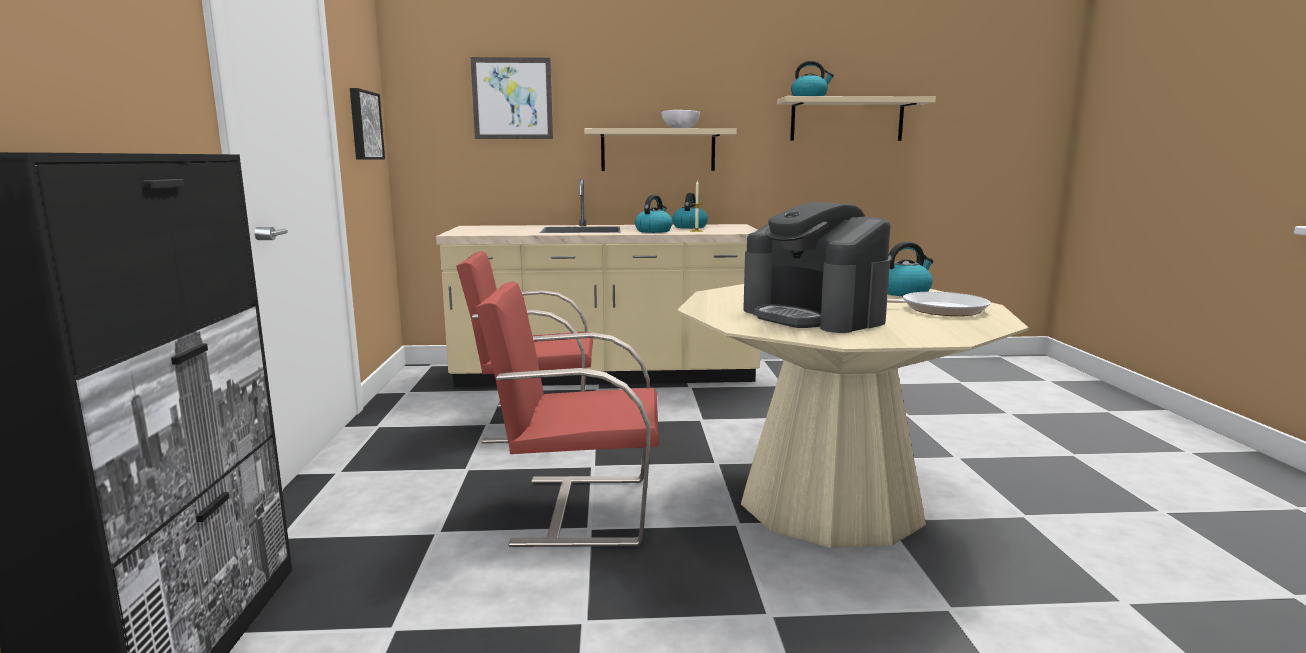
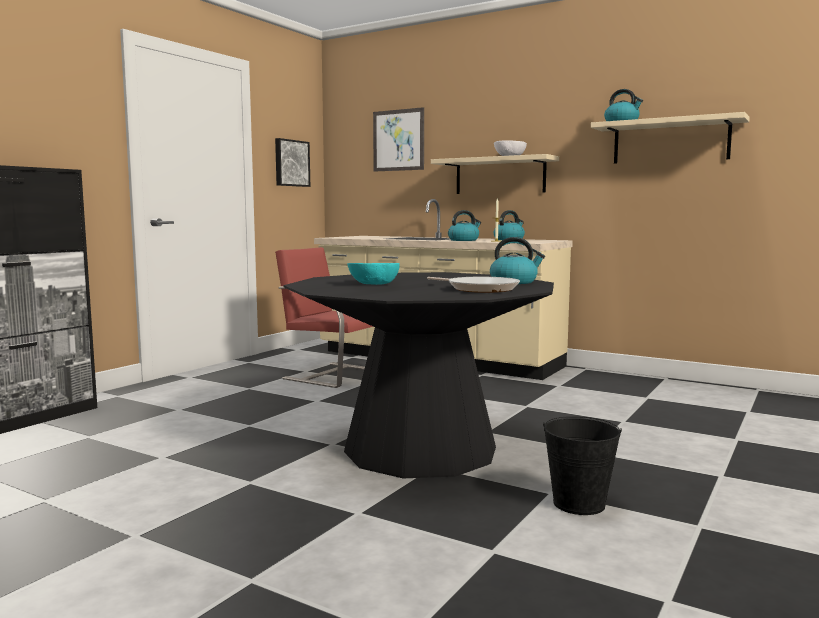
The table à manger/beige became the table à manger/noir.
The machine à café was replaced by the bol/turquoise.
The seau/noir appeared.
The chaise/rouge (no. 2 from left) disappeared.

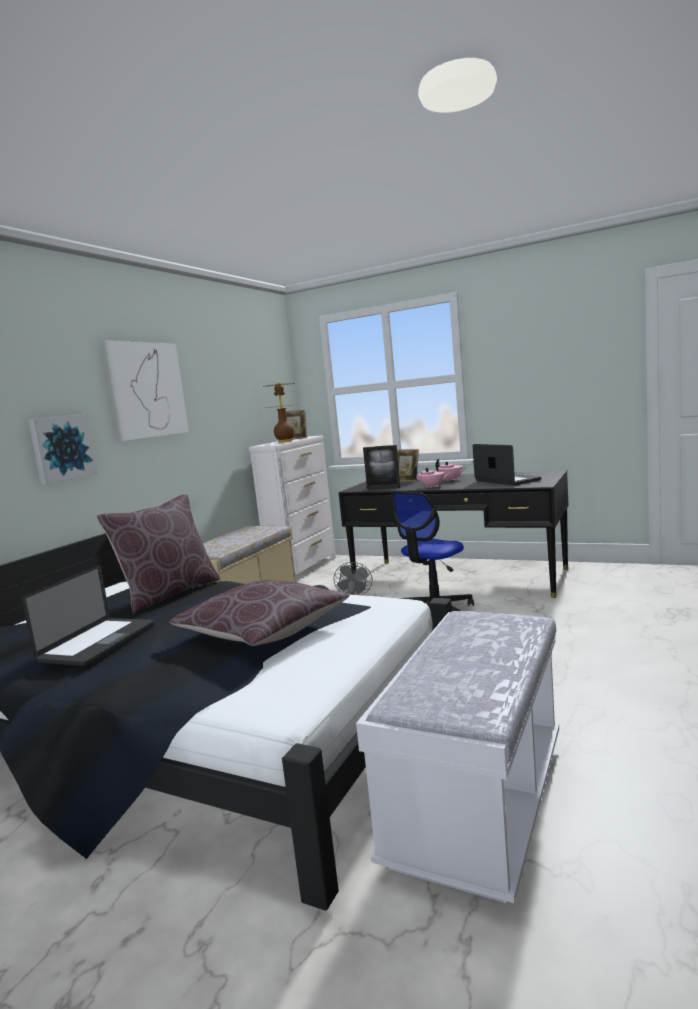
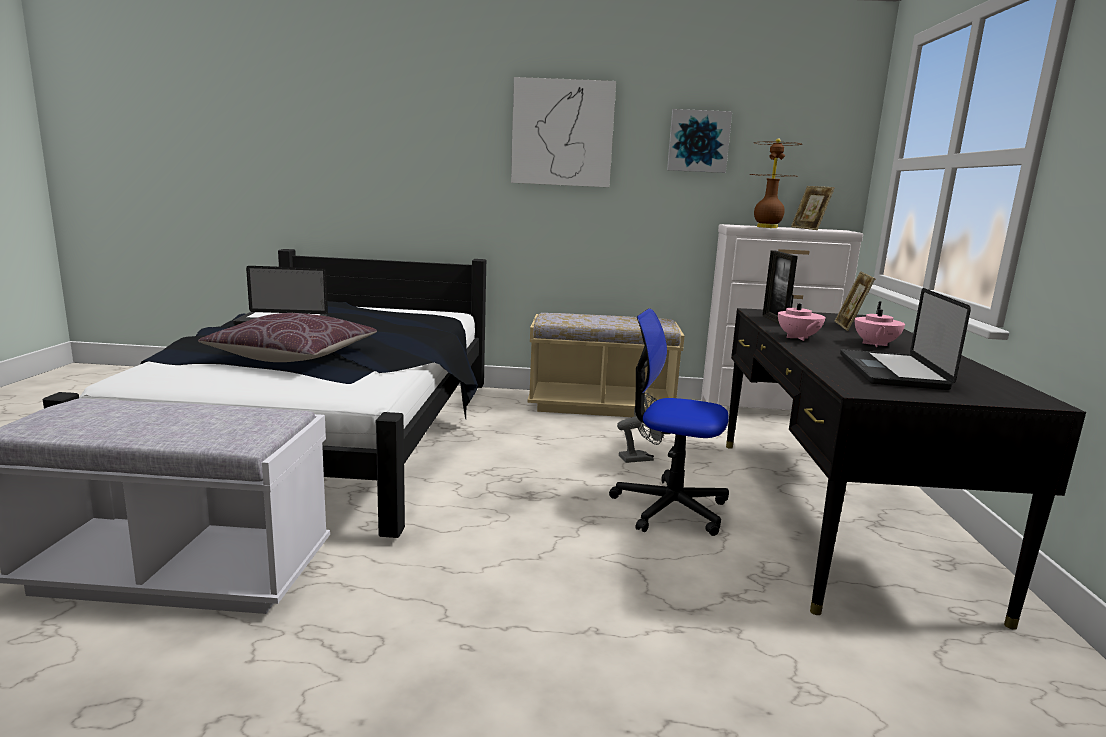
The tableau (no. 1 from left in the first image) moved.
The ordinateur portable (no. 2 from left) turned 150 degrees clockwise.
The coussin/marron (no. 1 from left) disappeared.

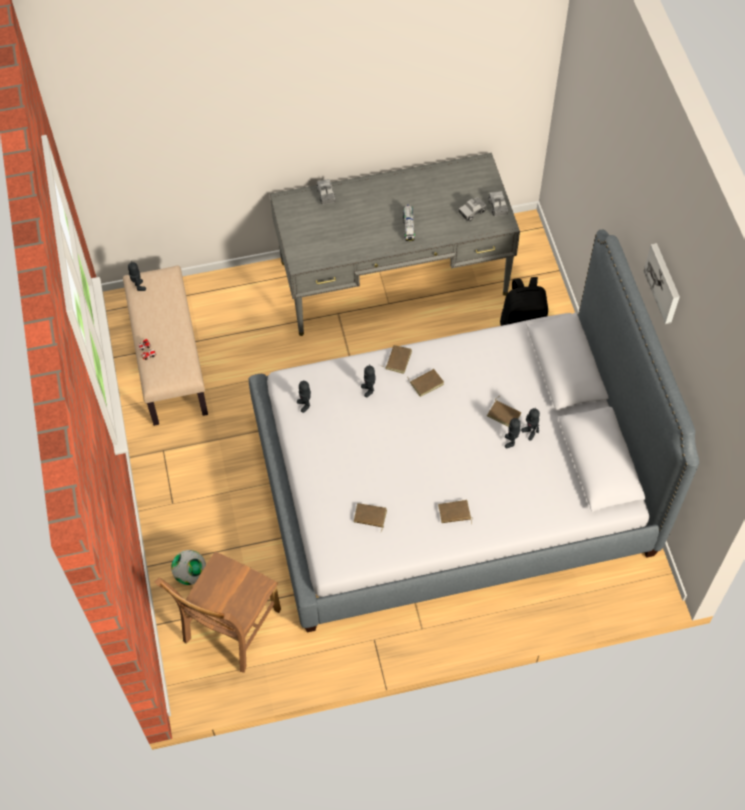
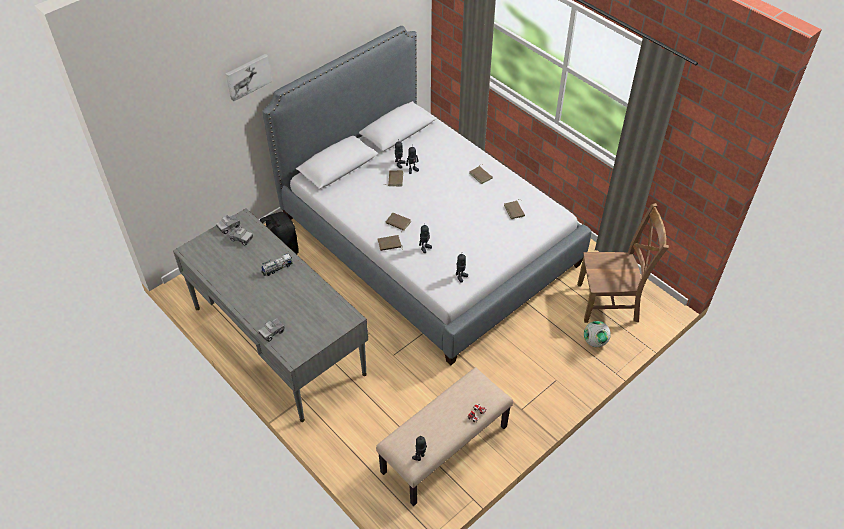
The tableau moved.

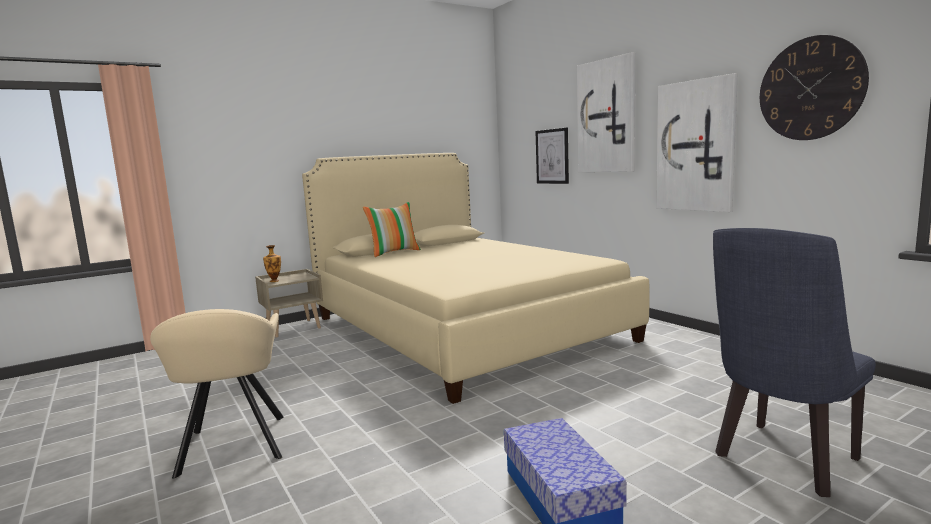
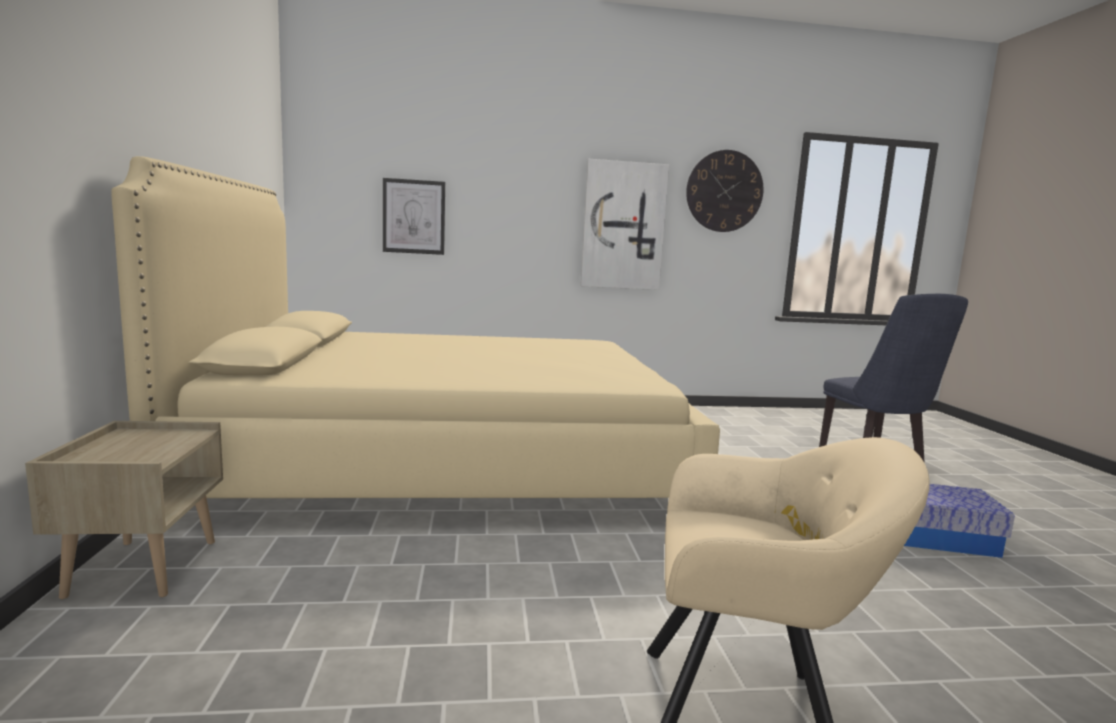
The vase disappeared.
The coussin disappeared.
The tableau (no. 2 from left) disappeared.

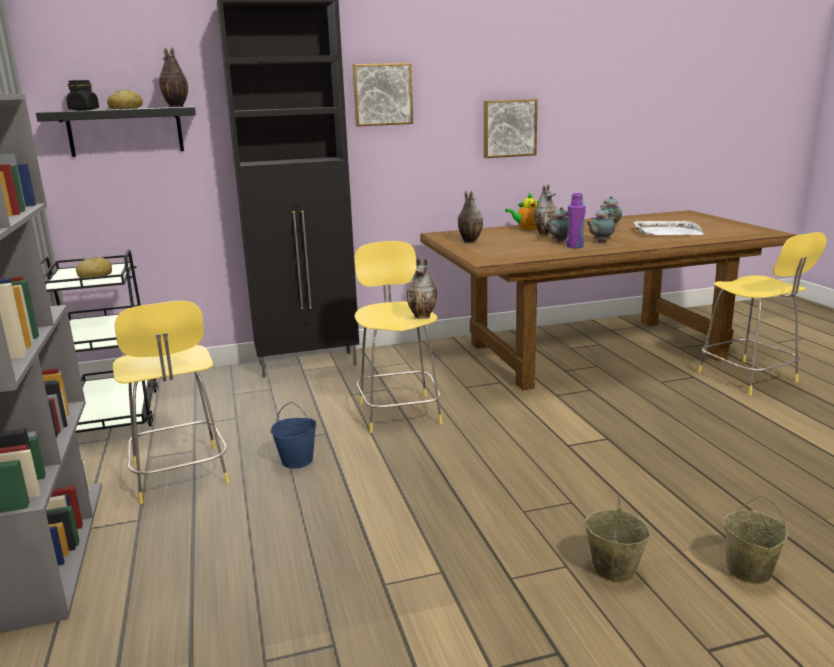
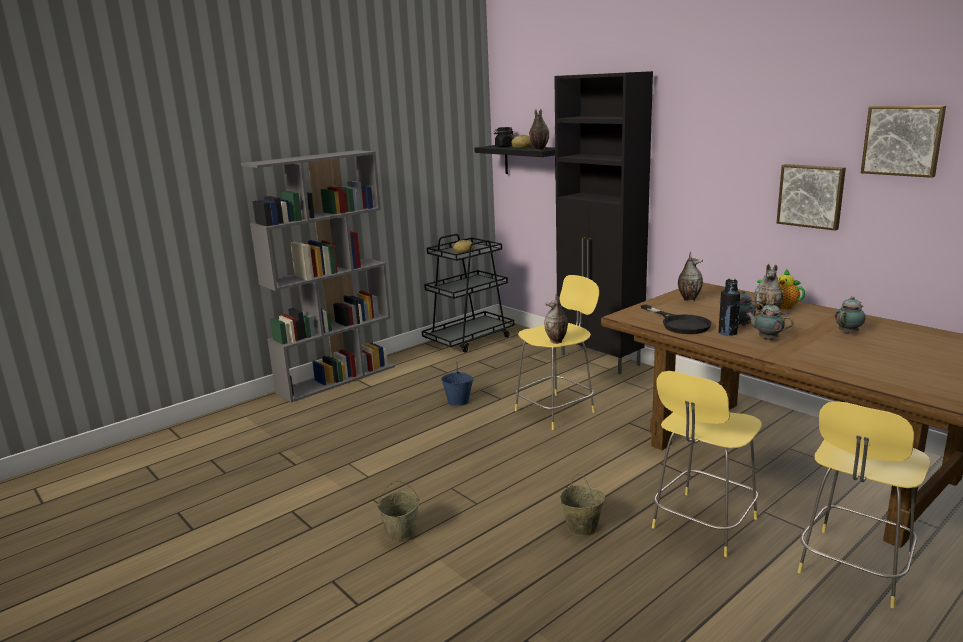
The seau/beige (no. 2 from left) moved.
The poêle/noir appeared.
The tabouret/jaune (no. 1 from left in the first image) moved.
The bouteille/violet became the bouteille/noir.
The tableau (no. 1 from left in the first image) moved.
The plateau/blanc disappeared.

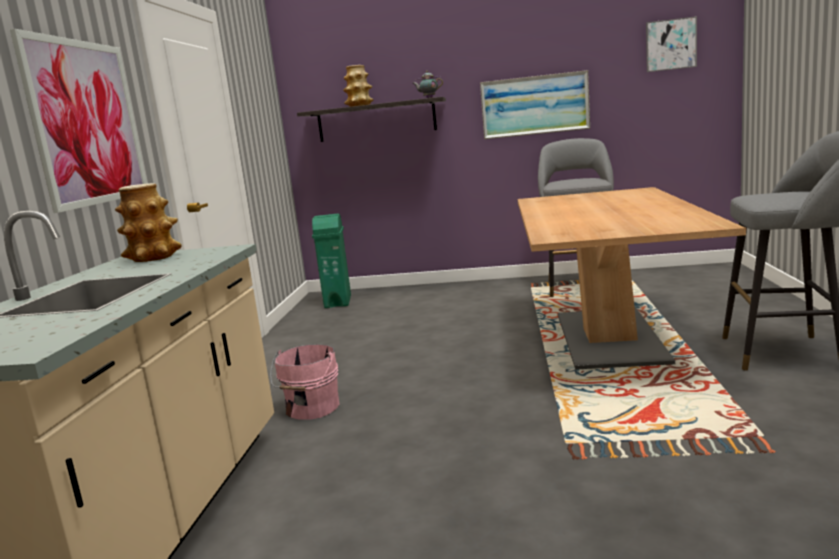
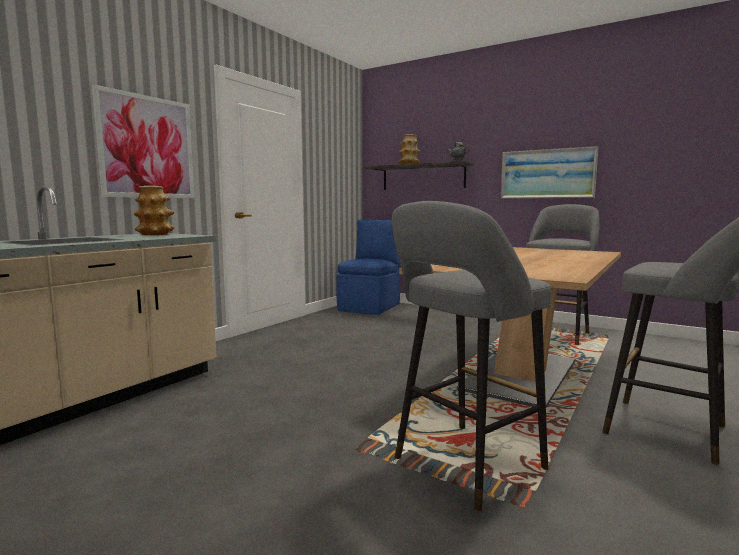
The poubelle/vert was replaced by the chaise/bleu.
The tabouret/gris (no. 1 from left) appeared.
The seau/rose disappeared.
The tableau (no. 3 from left) disappeared.

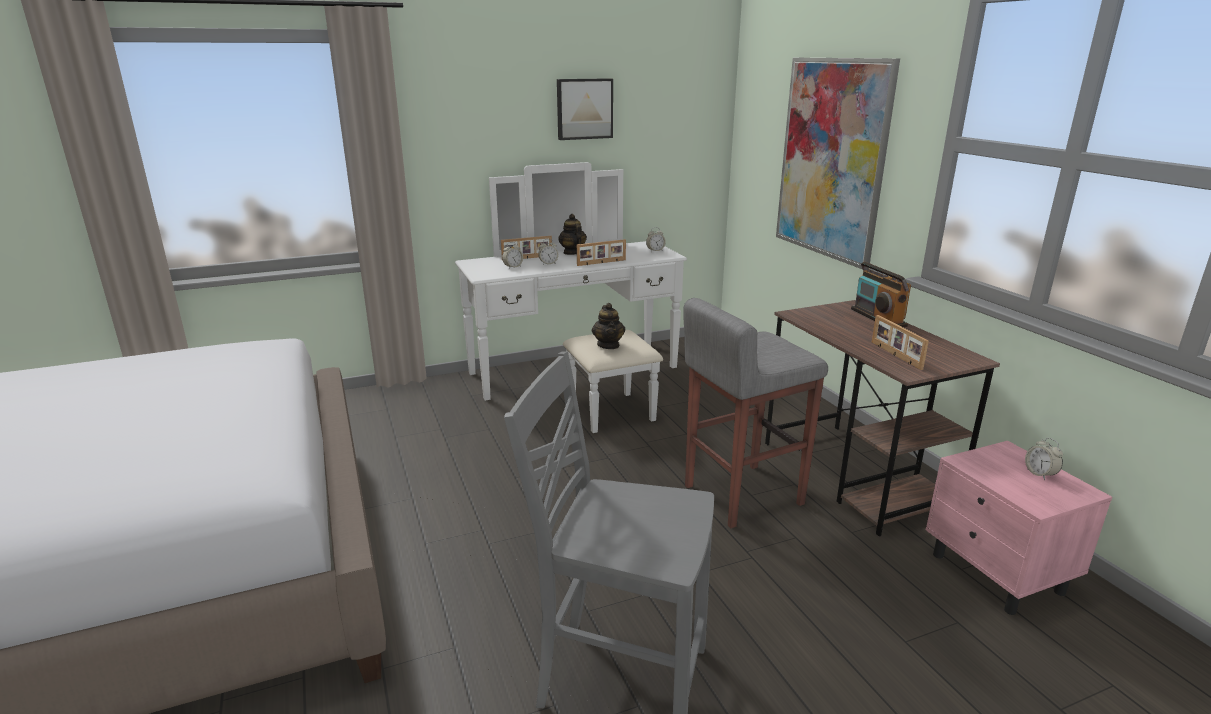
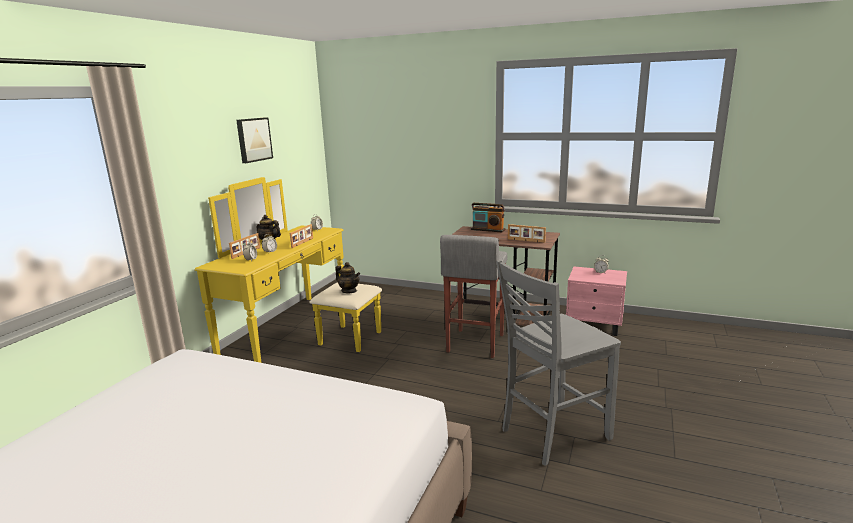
The commode/blanc became the commode/jaune.
The tableau (no. 2 from left) disappeared.

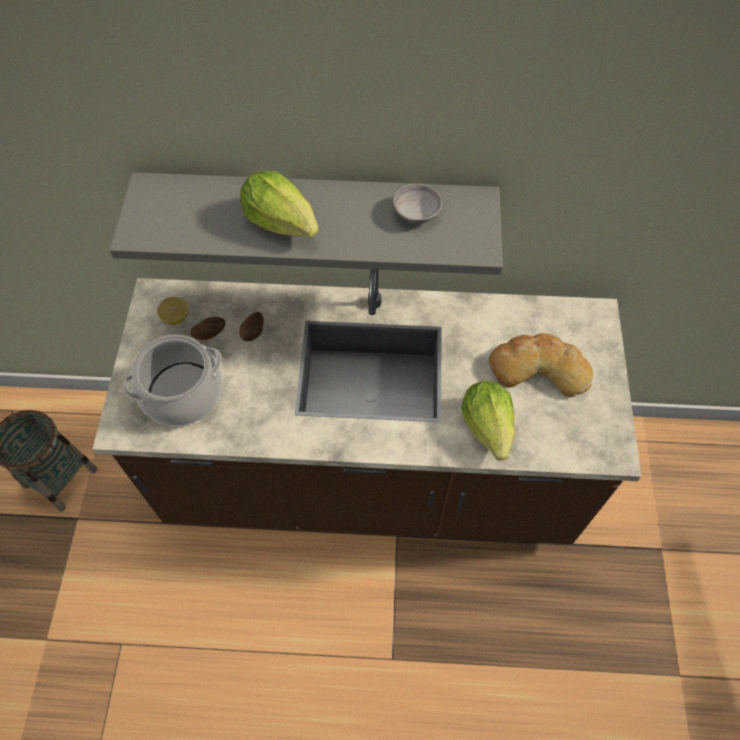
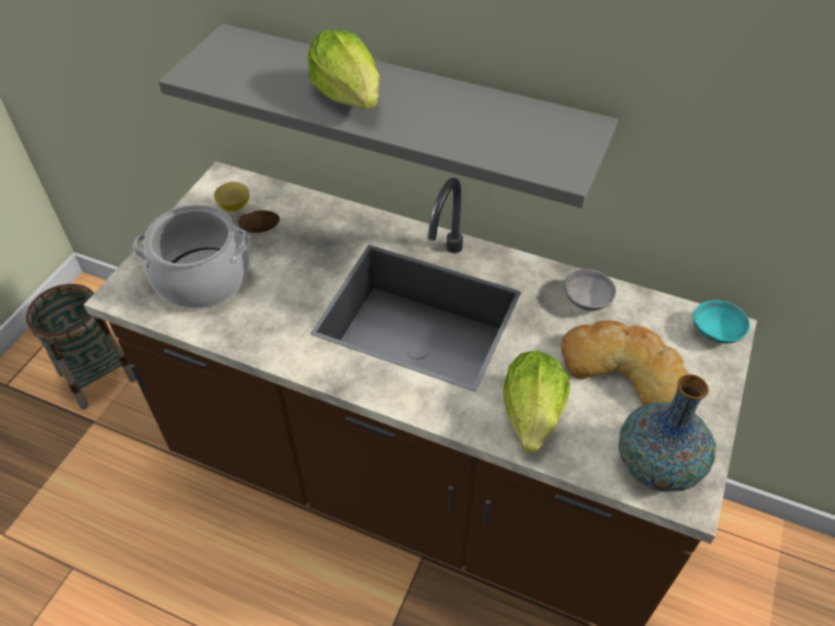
The bol/gris moved.
The vase appeared.
The bol/turquoise appeared.
The pomme de terre (no. 2 from left) disappeared.

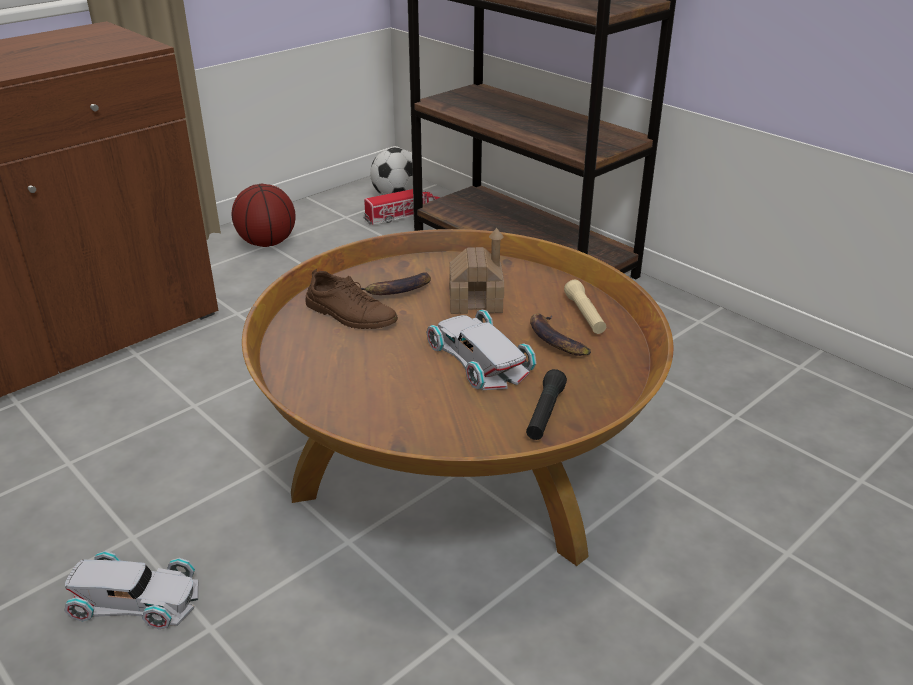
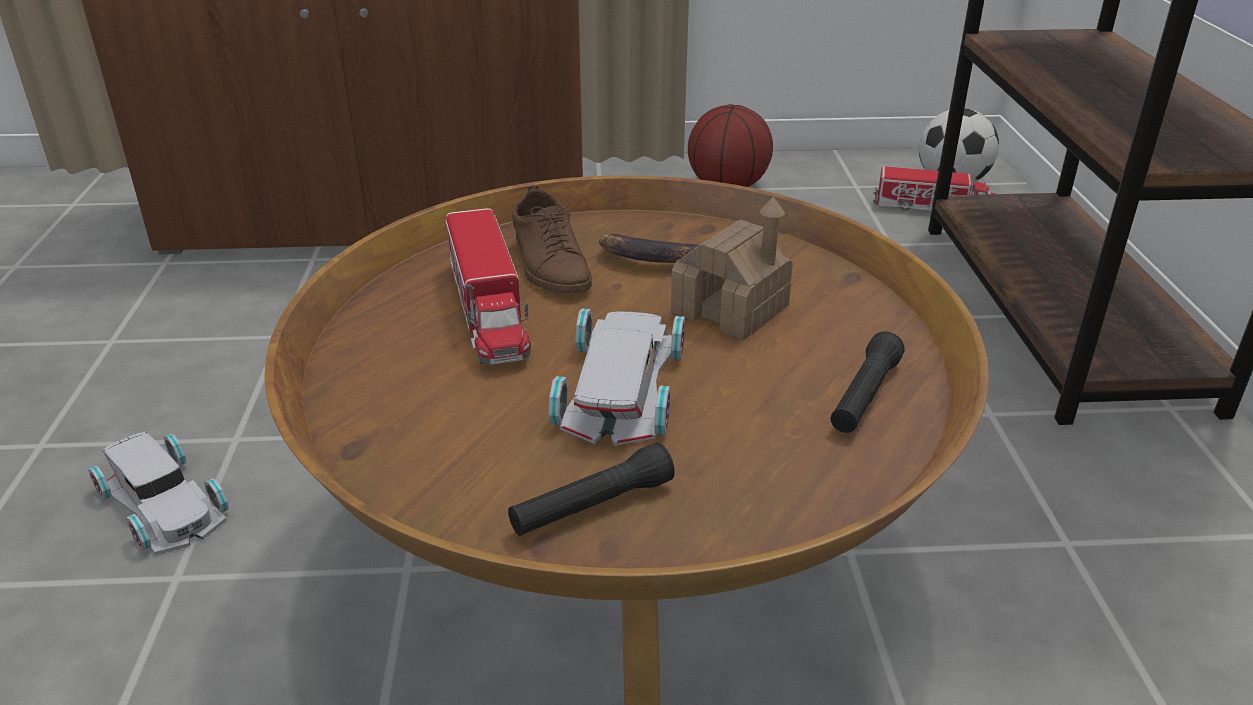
The camion jouet (no. 1 from left) appeared.
The lampe de poche/beige became the lampe de poche/noir (no. 2 from left).
The banane (no. 2 from left) disappeared.

